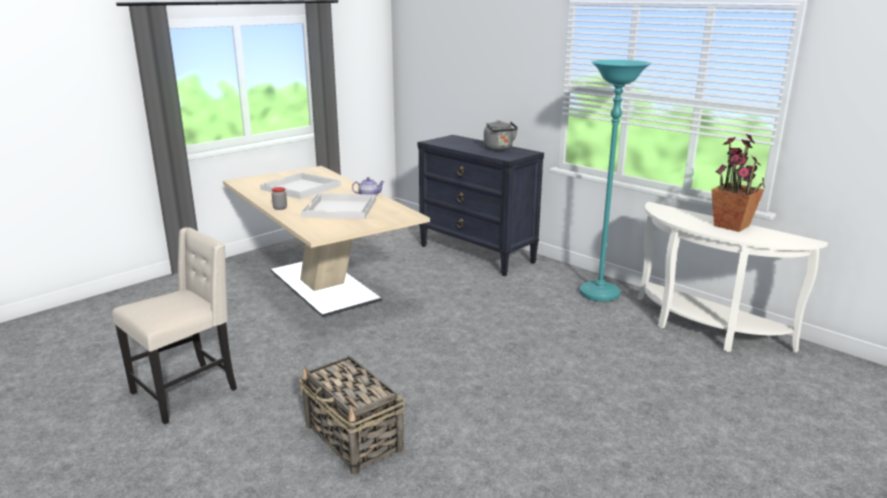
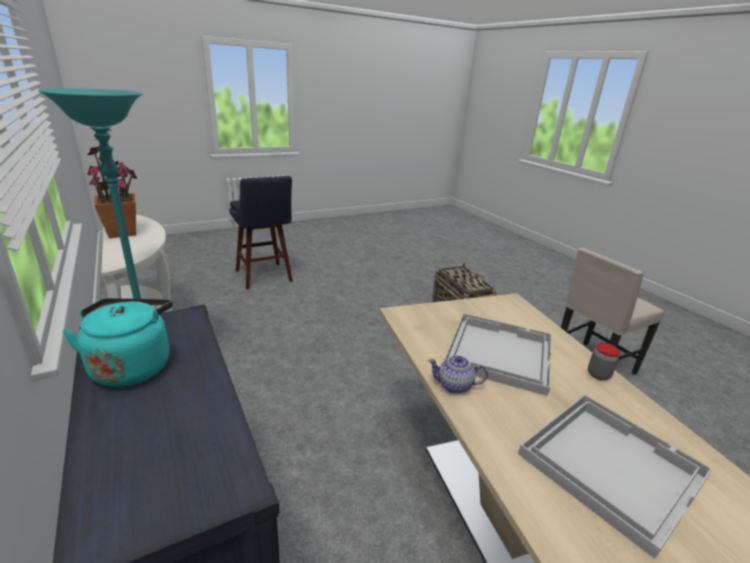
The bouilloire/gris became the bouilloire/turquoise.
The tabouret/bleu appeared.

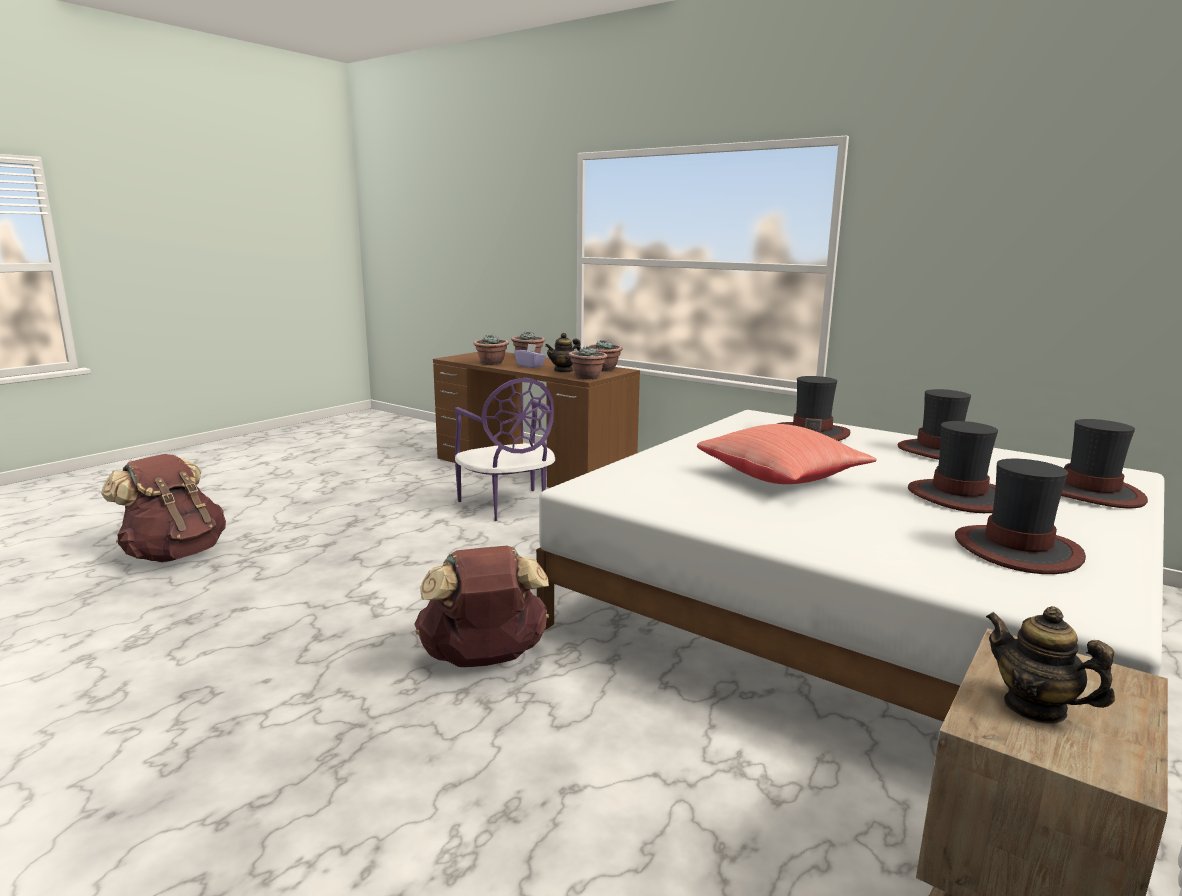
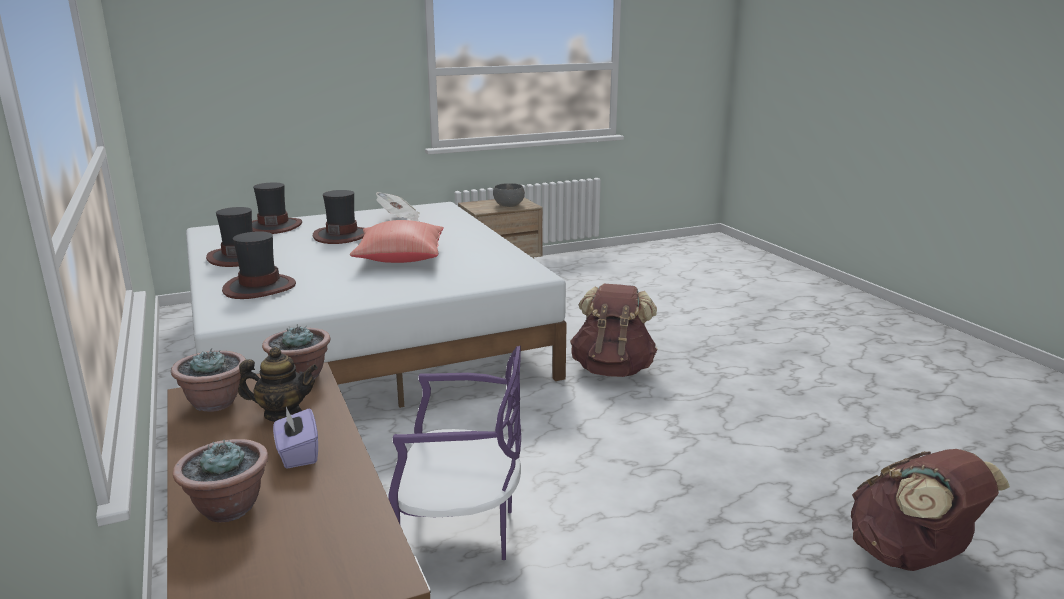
The chapeau (no. 4 from left) was replaced by the journal.
The chaise/violet turned 90 degrees clockwise.
The théière (no. 2 from left) was replaced by the bol/gris.
The plante en pot (no. 1 from left) disappeared.

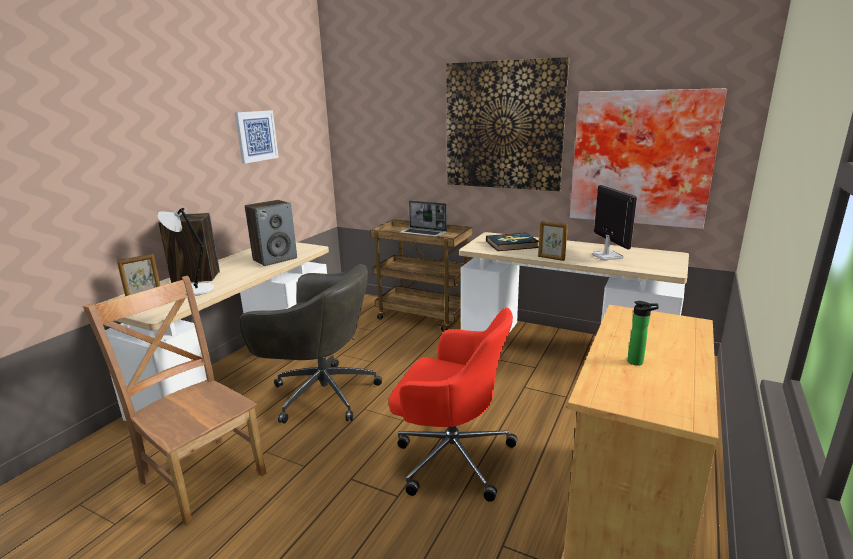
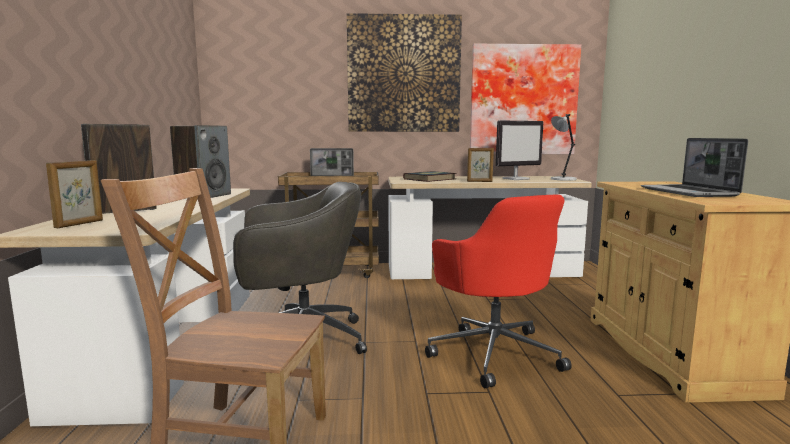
The chaise de bureau/rouge turned 75 degrees clockwise.
The écran d'ordinateur turned 105 degrees clockwise.
The lampe de table/gris moved.
The bouteille was replaced by the ordinateur portable (no. 2 from left).
The tableau (no. 1 from left) disappeared.

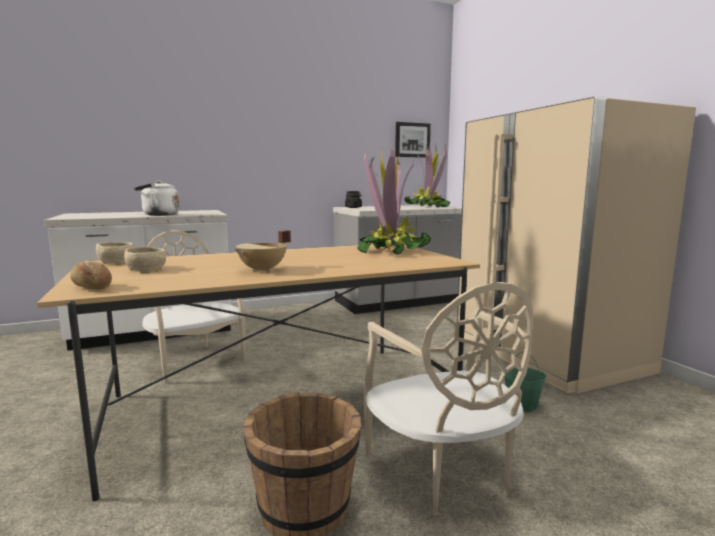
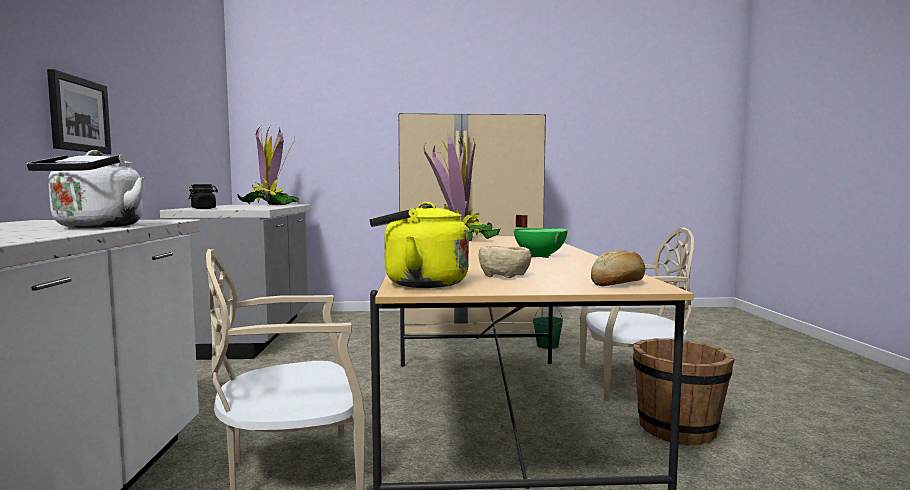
The tableau moved.
The bol/beige (no. 1 from left) was replaced by the bouilloire/jaune.
The marmite/beige became the marmite/vert.

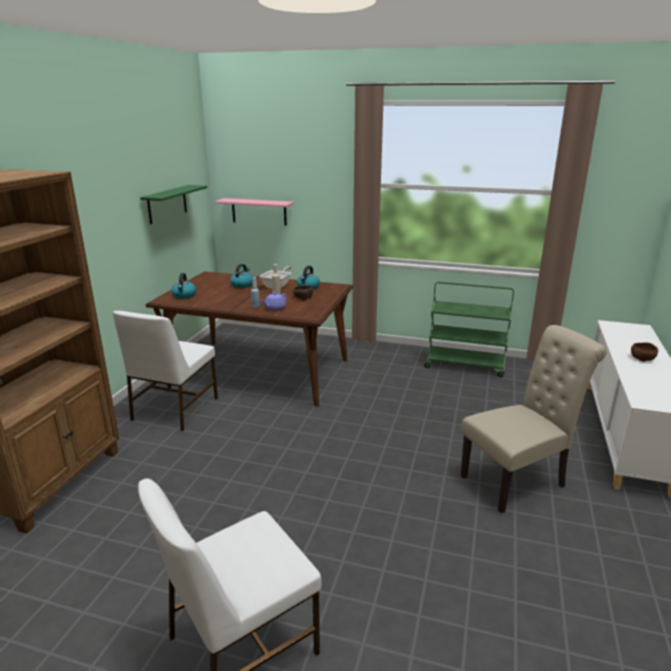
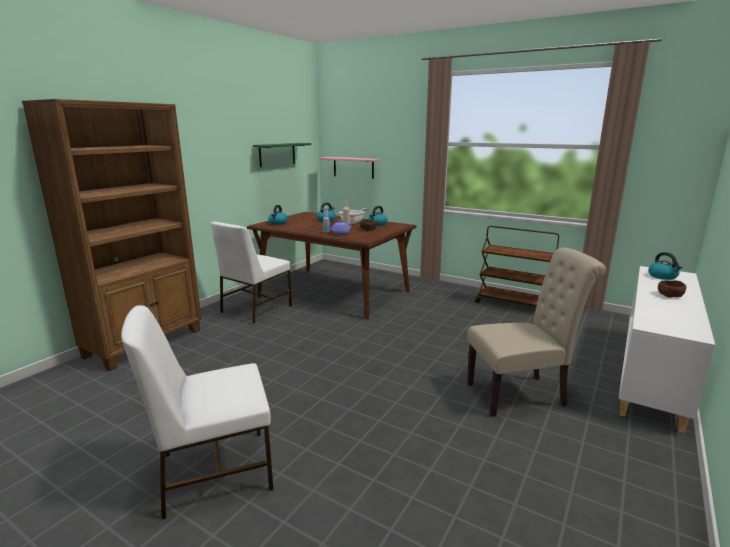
The chariot/vert became the chariot/marron.
The bouilloire (no. 4 from left) appeared.

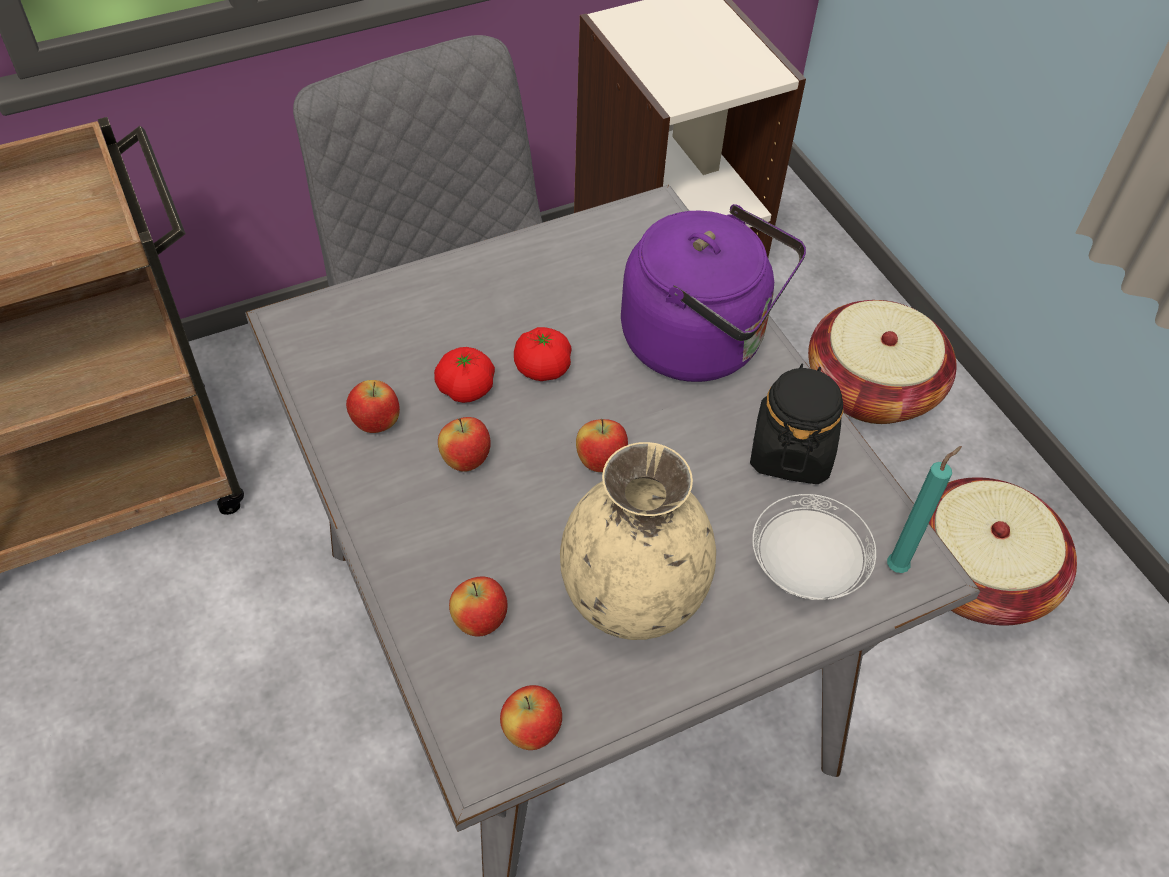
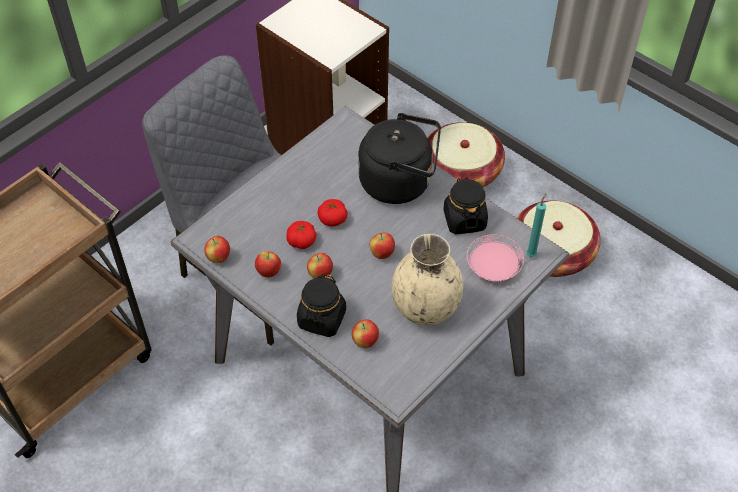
The pomme (no. 4 from left in the first image) moved.
The bocal/noir (no. 1 from left) appeared.
The bouilloire/violet became the bouilloire/noir.
The assiette/blanc became the assiette/rose.

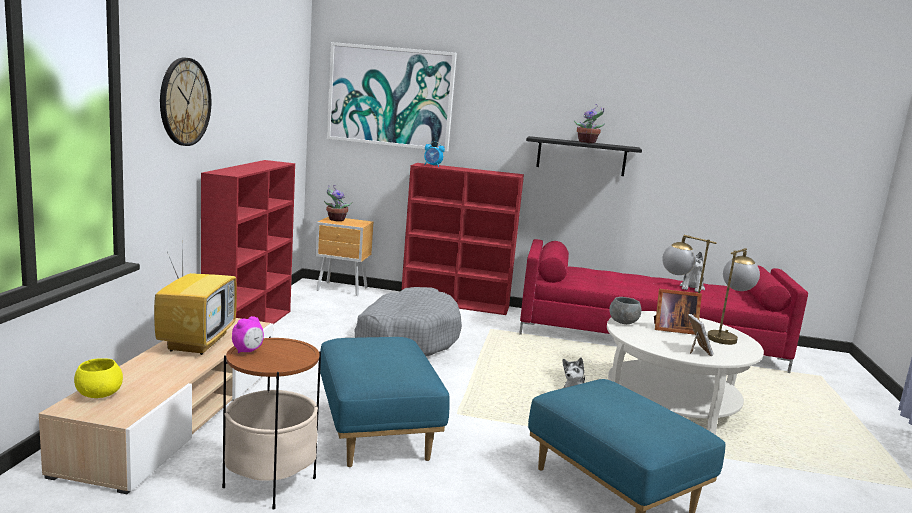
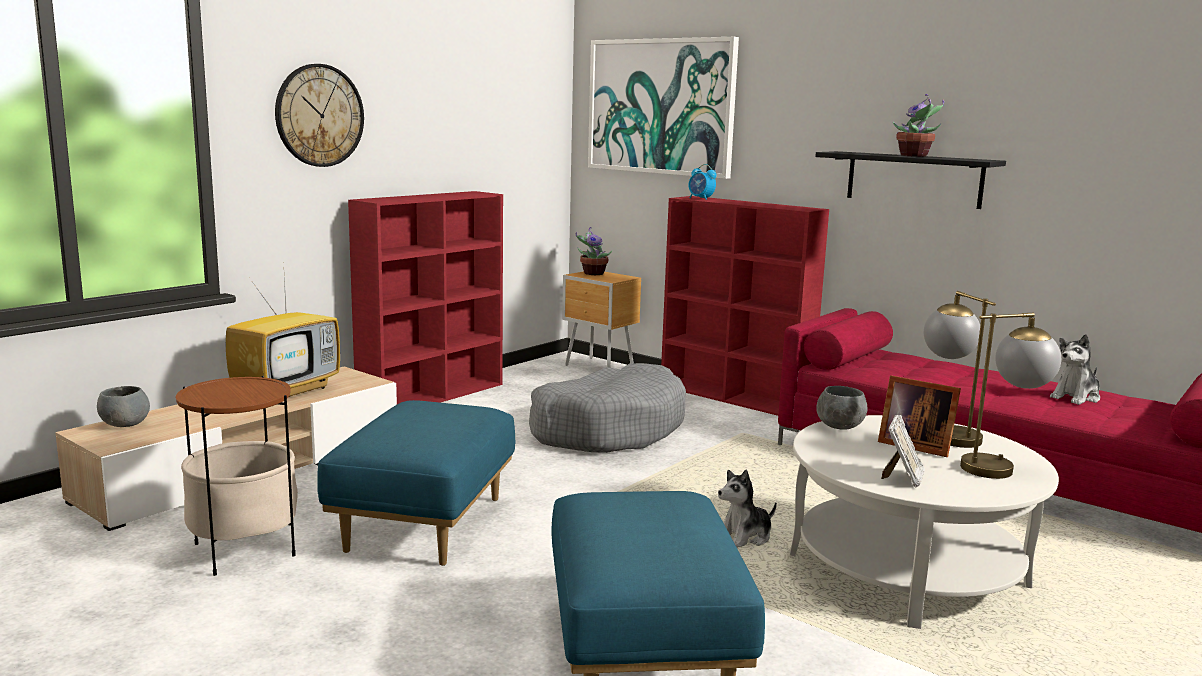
The bol/jaune became the bol/gris (no. 1 from left).
The réveil (no. 1 from left) disappeared.

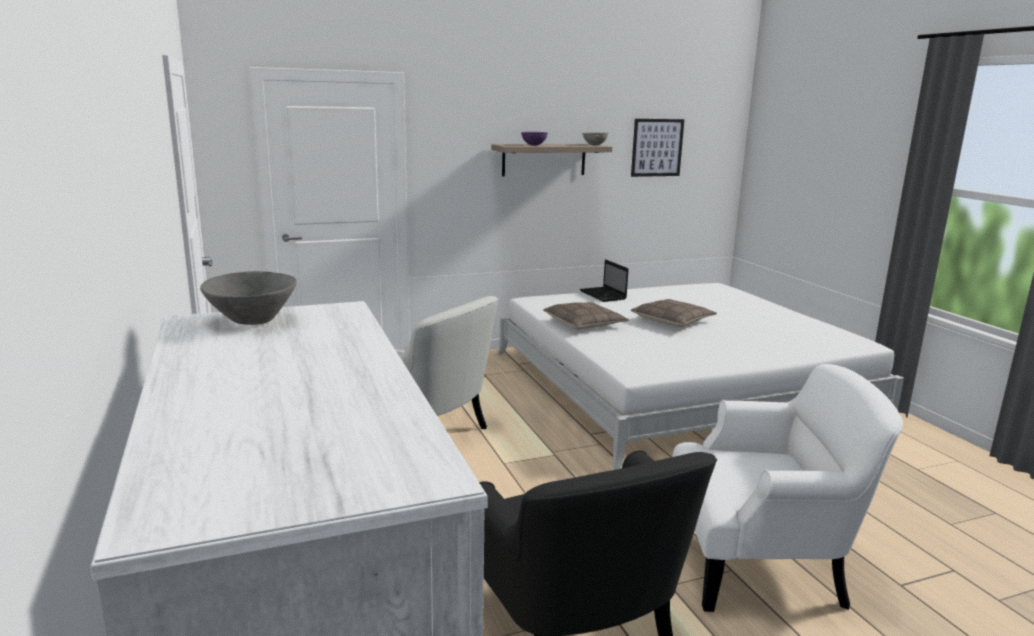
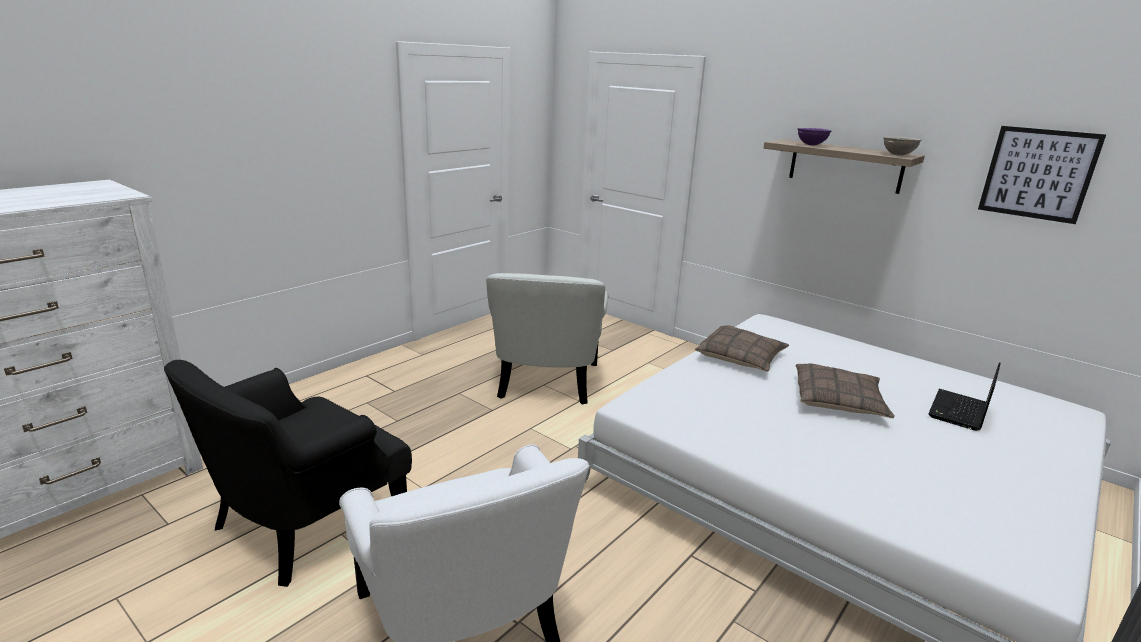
The ordinateur portable moved.
The bol/gris (no. 1 from left) disappeared.

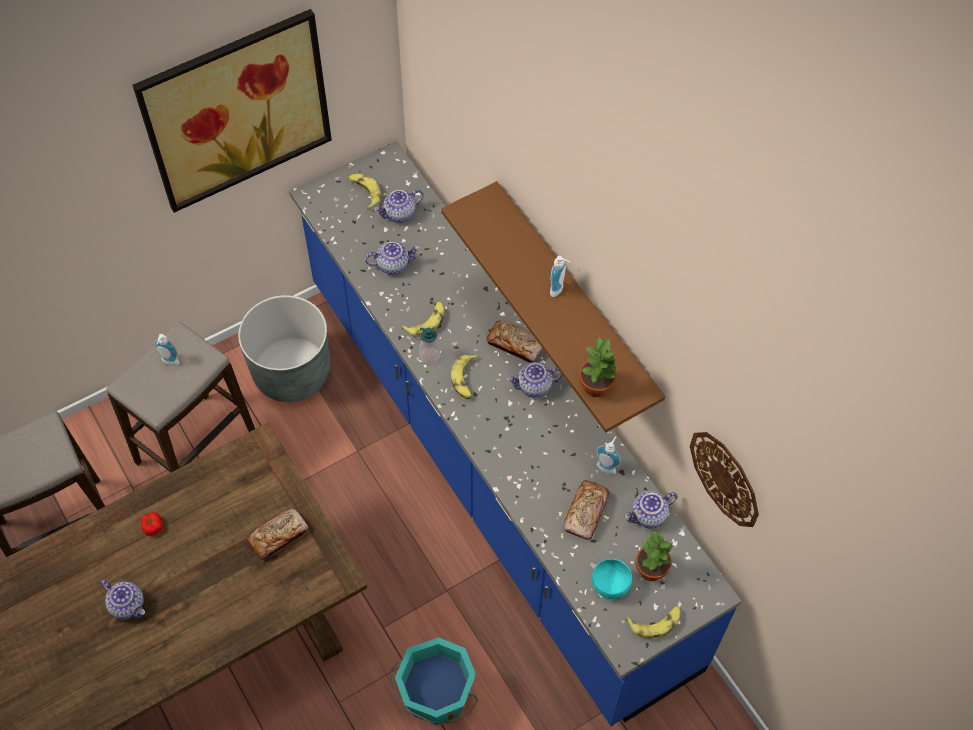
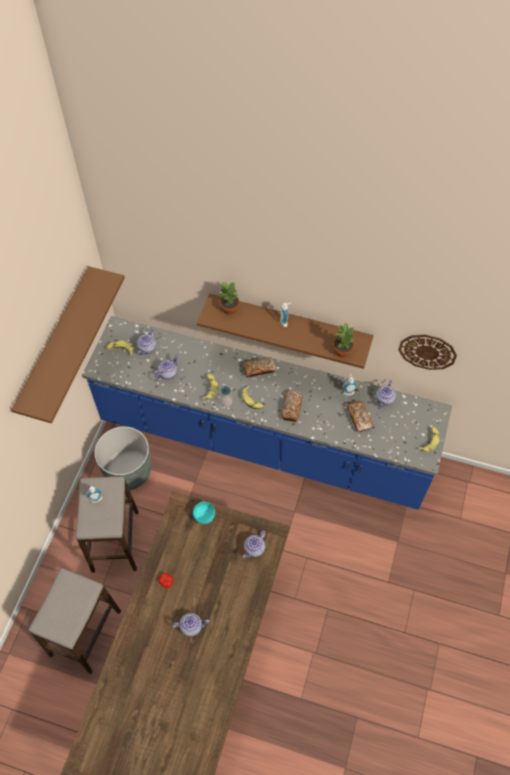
The tableau was replaced by the étagère/marron (no. 1 from left).
The bol/turquoise moved.
The plante en pot (no. 2 from left in the first image) moved.
The théière (no. 4 from left) moved.
The pain (no. 1 from left in the first image) moved.
The seau/turquoise disappeared.

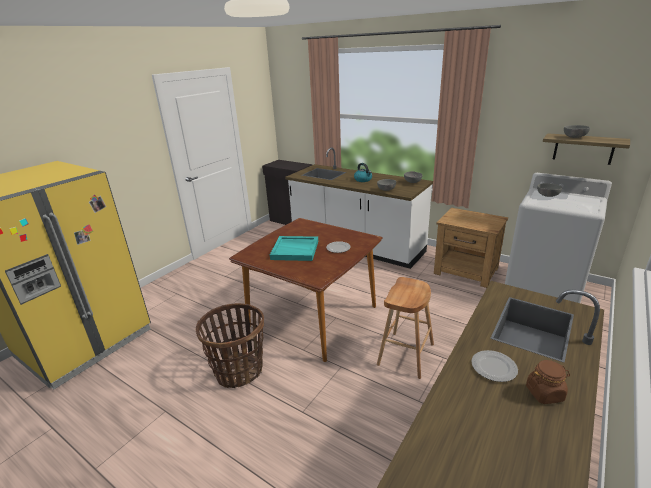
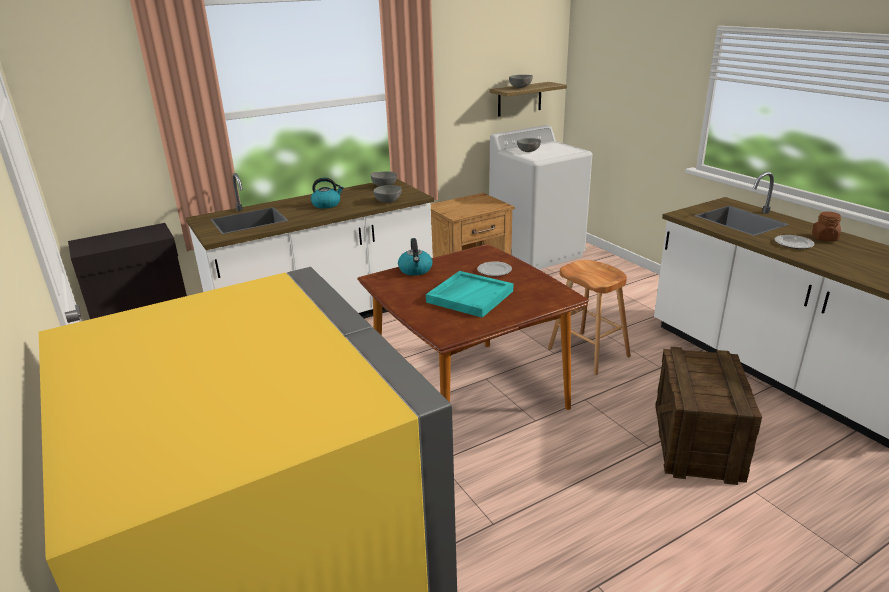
The bouilloire (no. 2 from left) appeared.
The caisse appeared.
The panier disappeared.

